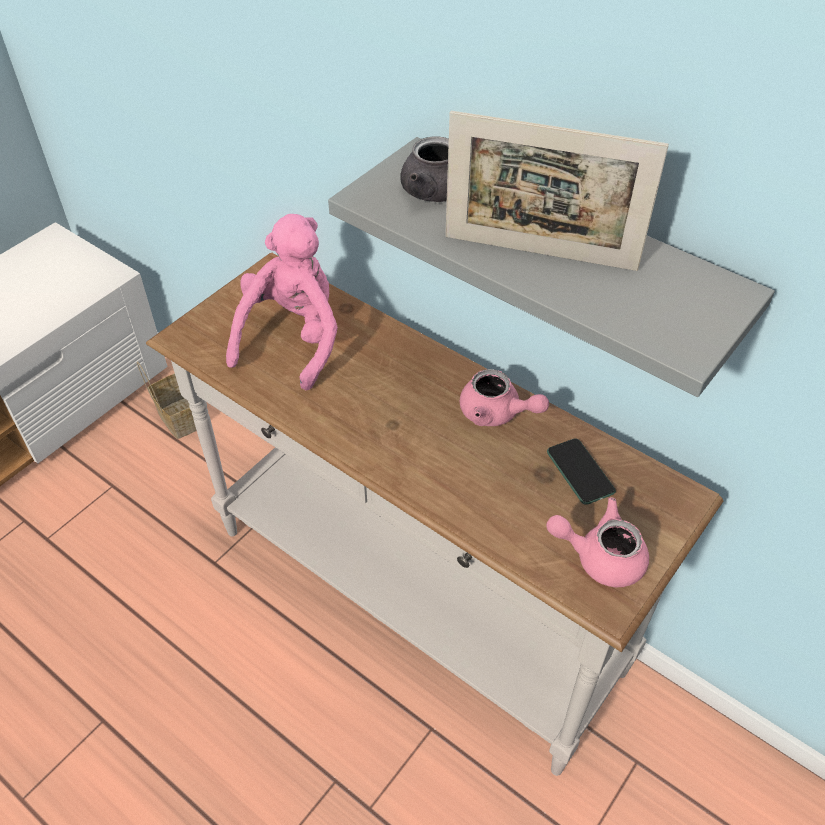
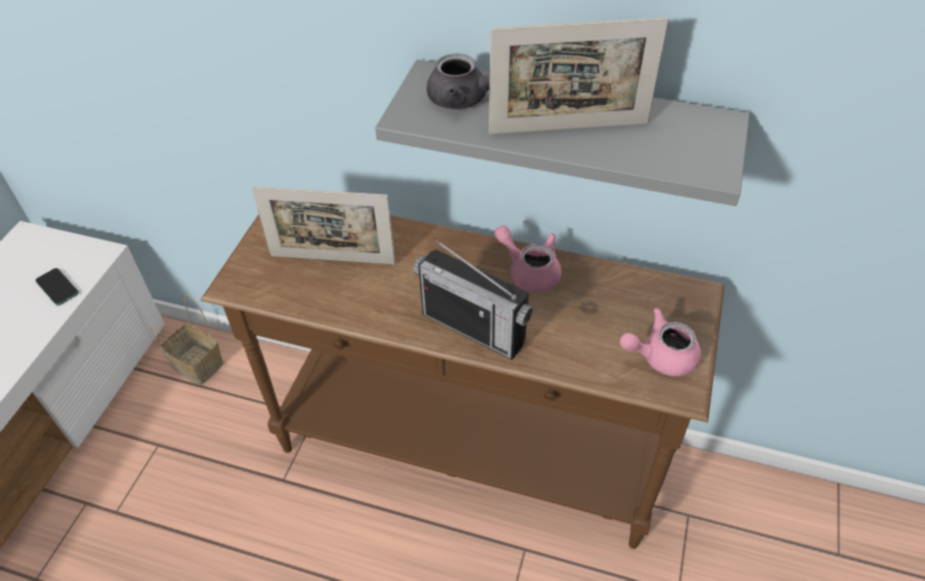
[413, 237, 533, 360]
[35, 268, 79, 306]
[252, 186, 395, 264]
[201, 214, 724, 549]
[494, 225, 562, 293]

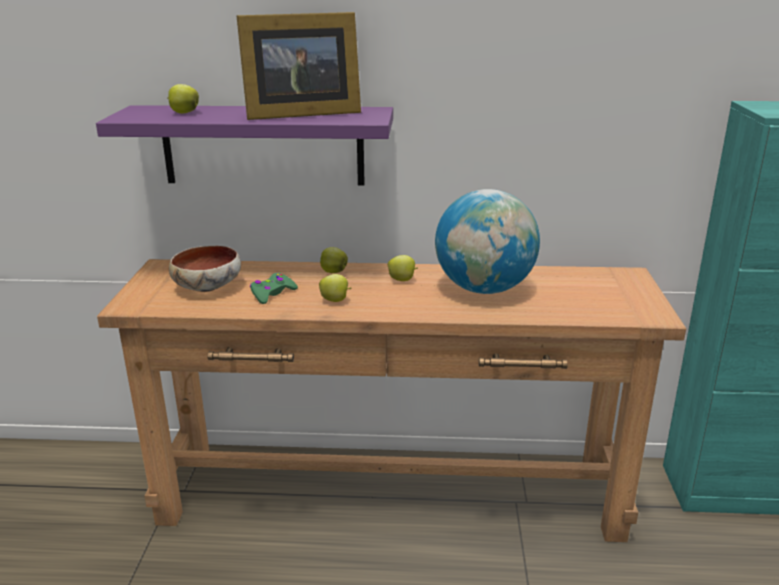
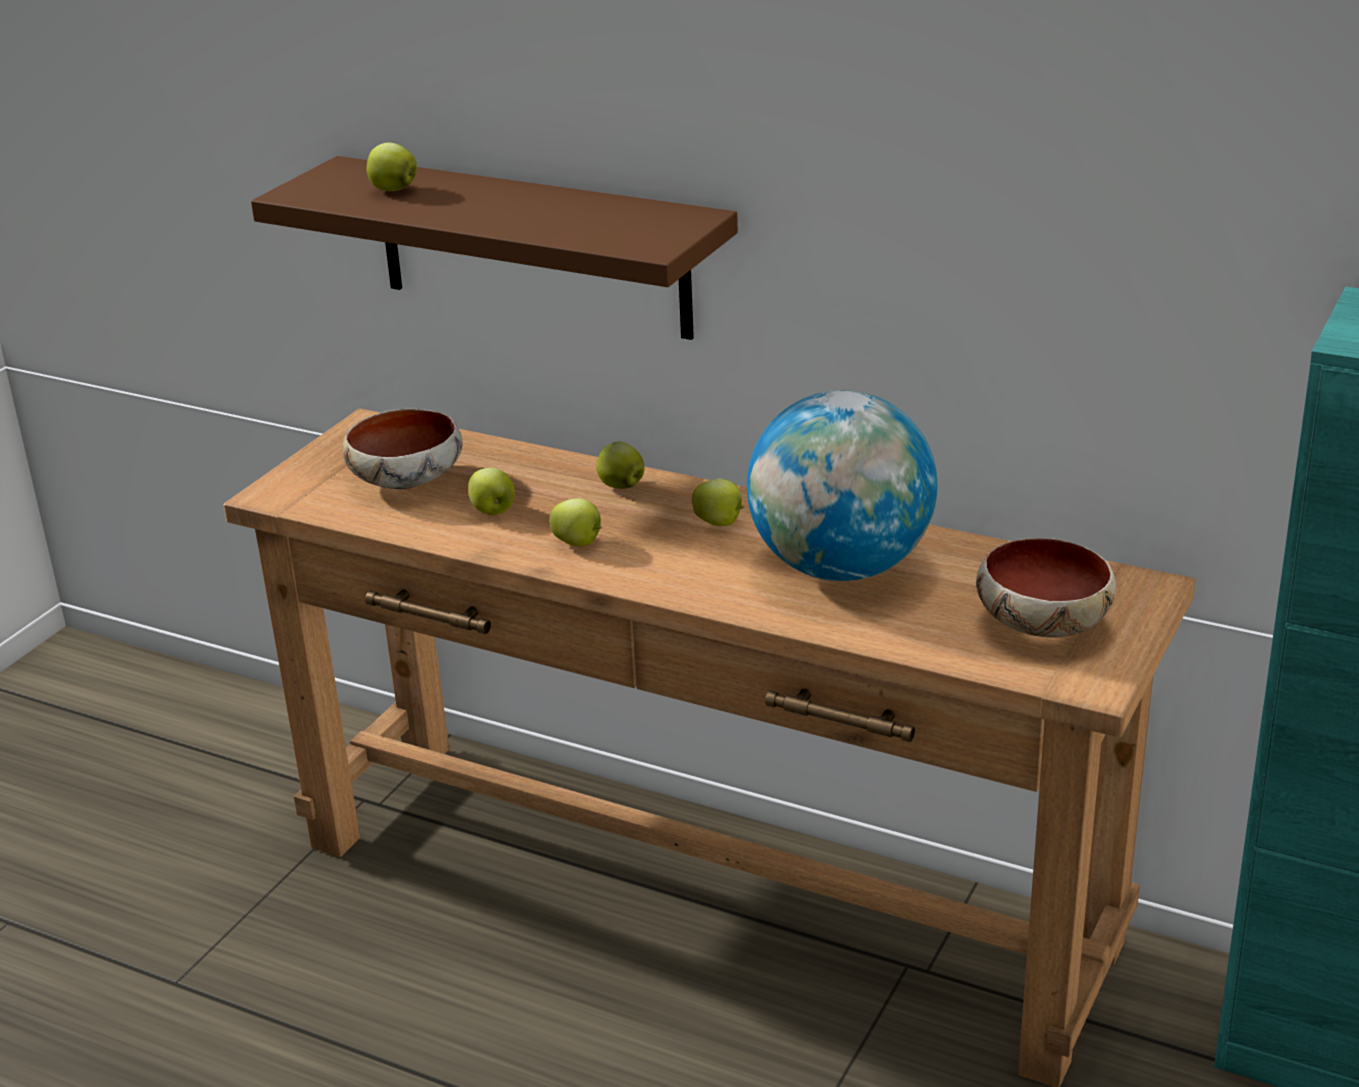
[237, 12, 361, 120] (first image)
[976, 538, 1116, 638]
[468, 468, 515, 515]
[251, 156, 738, 340]

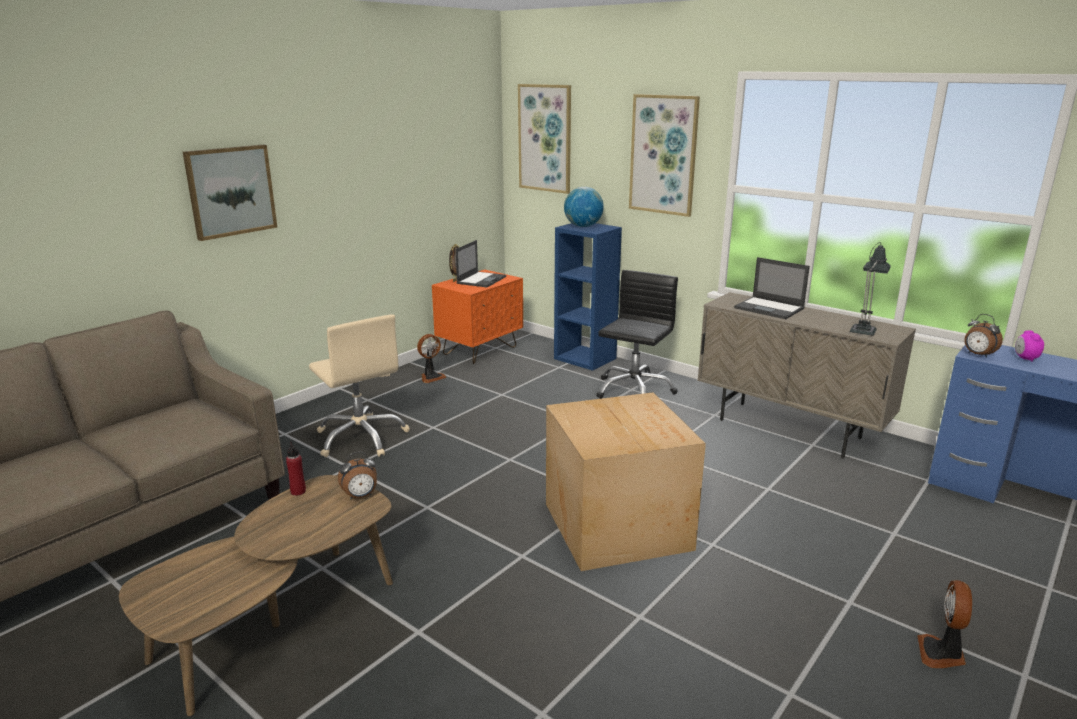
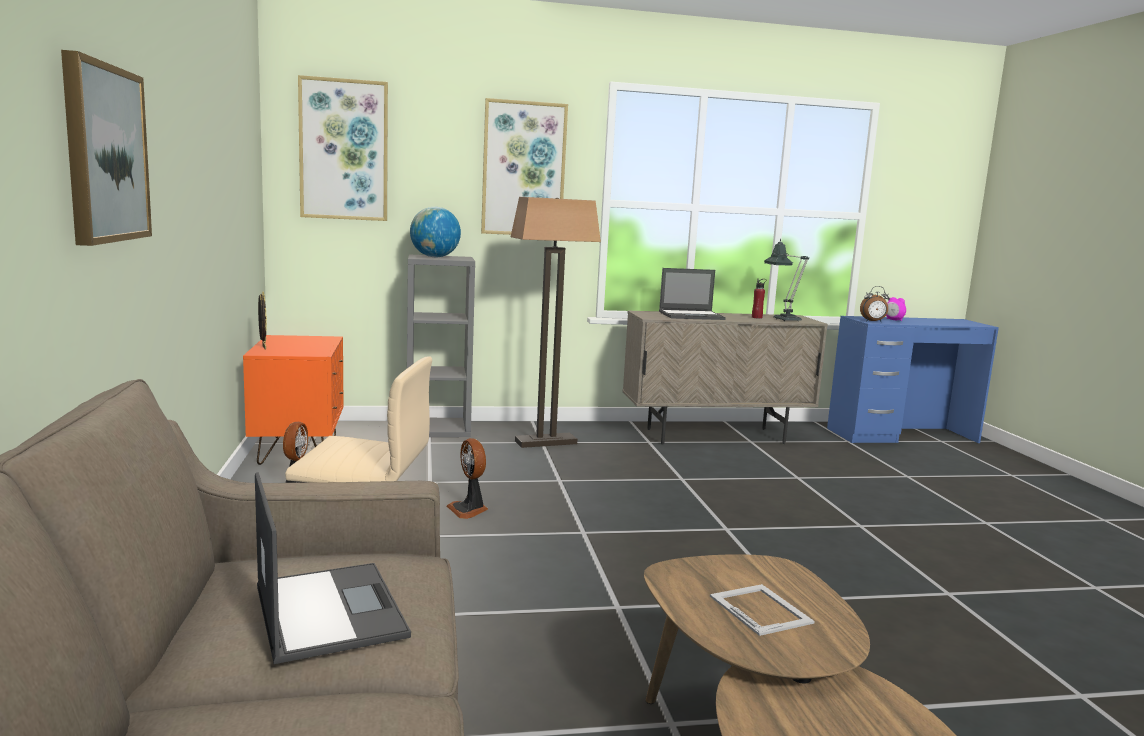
[338, 452, 377, 500] (first image)
[546, 392, 706, 571] (first image)
[710, 584, 815, 636]
[752, 278, 766, 319]
[255, 472, 411, 664]
[447, 438, 488, 519]
[511, 197, 601, 448]
[407, 255, 475, 437]

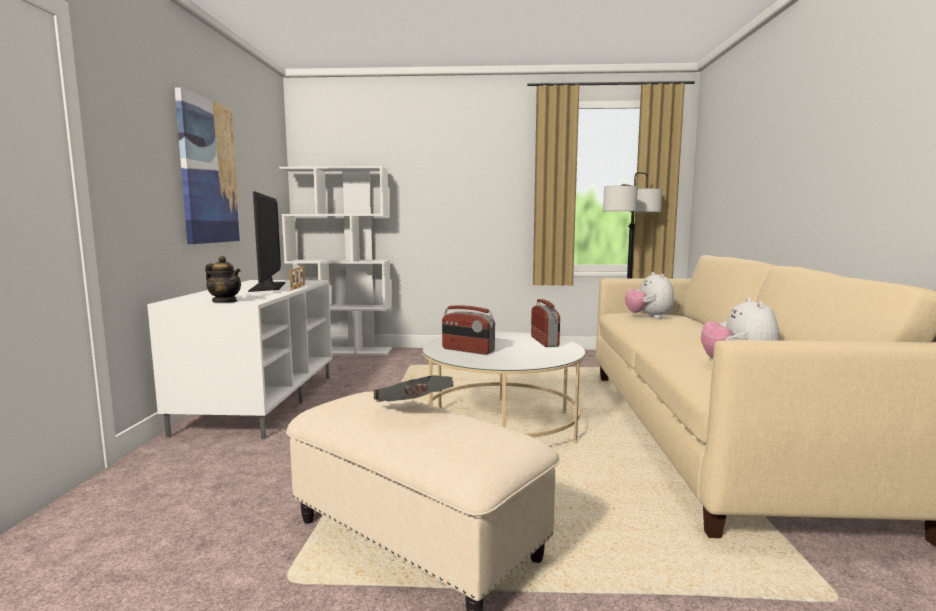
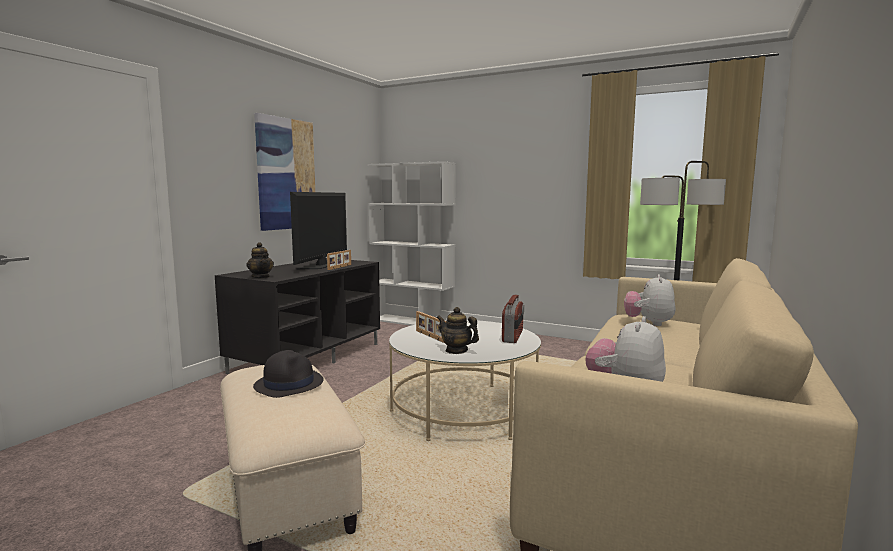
[437, 307, 479, 354]
[253, 350, 324, 398]
[416, 311, 446, 343]
[215, 258, 380, 374]

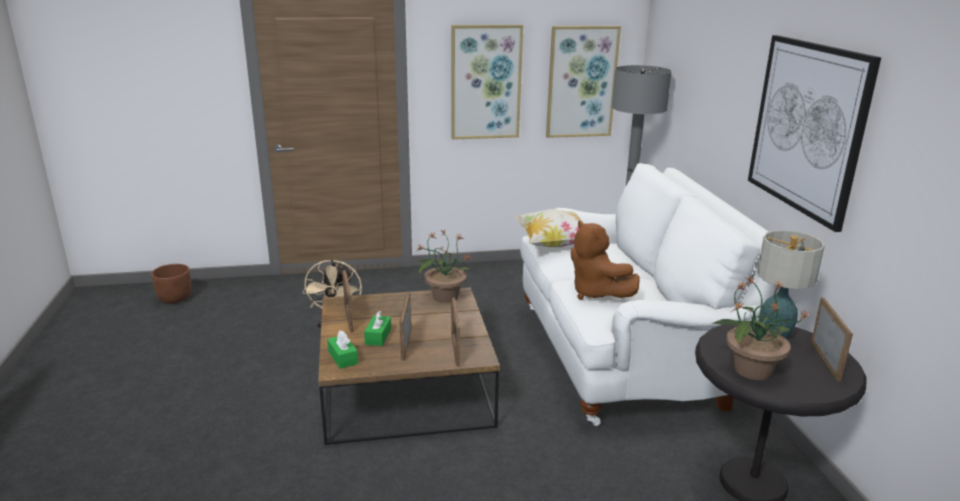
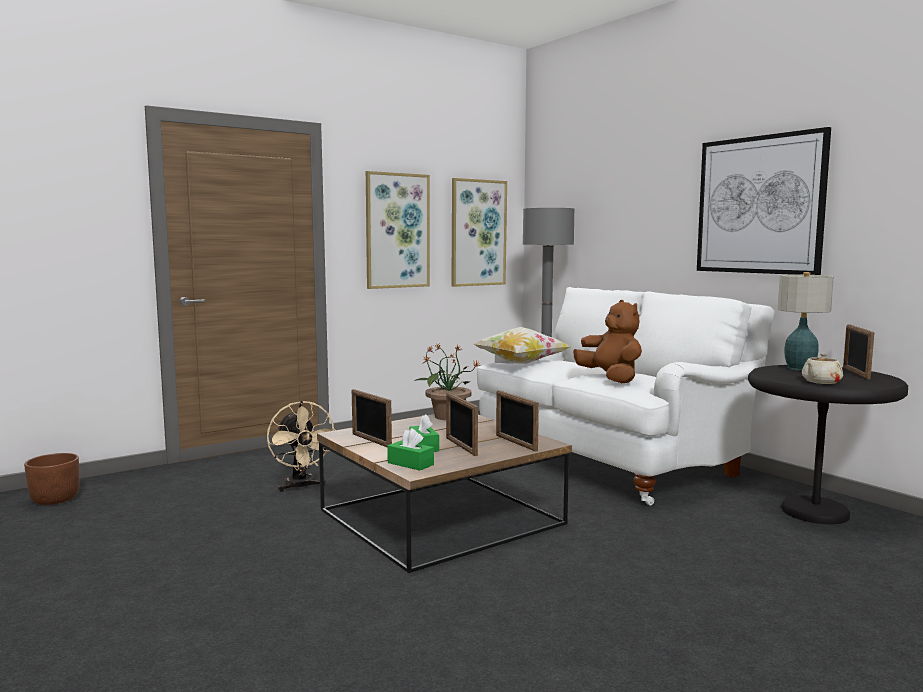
[802, 353, 843, 384]
[573, 300, 642, 383]
[843, 325, 875, 380]

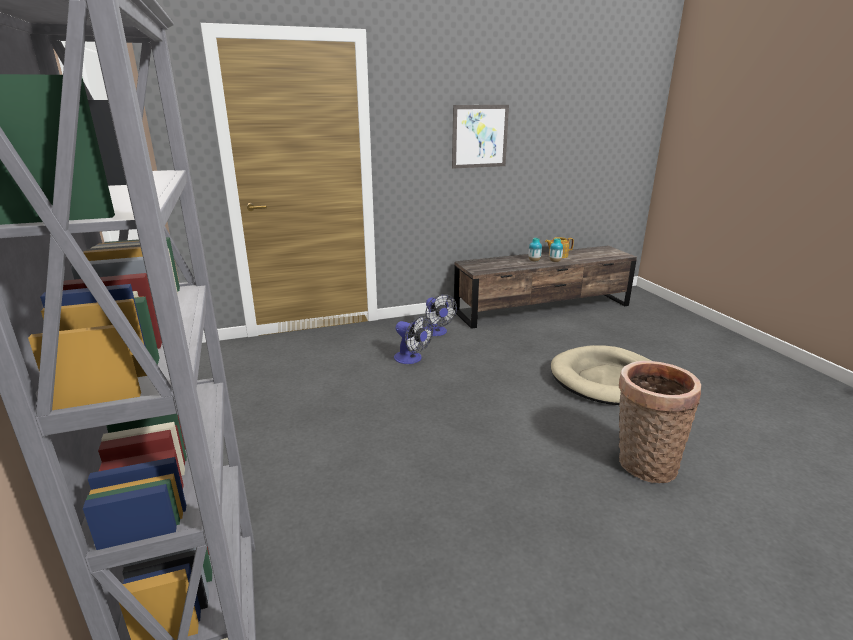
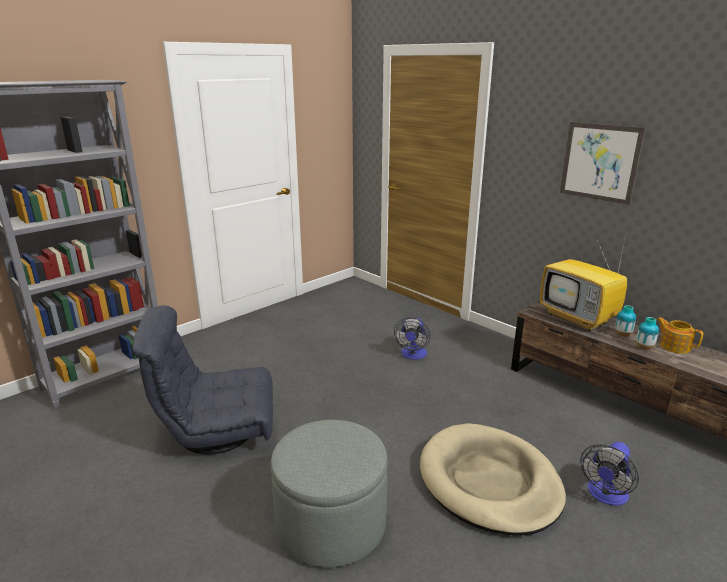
[133, 305, 273, 454]
[540, 235, 627, 331]
[580, 442, 639, 506]
[270, 420, 388, 567]

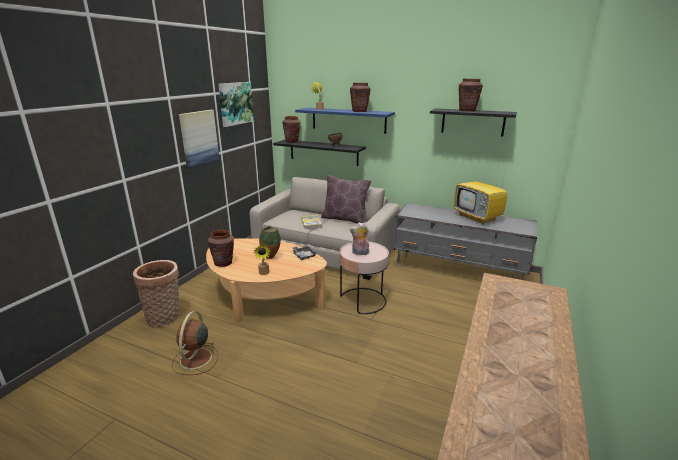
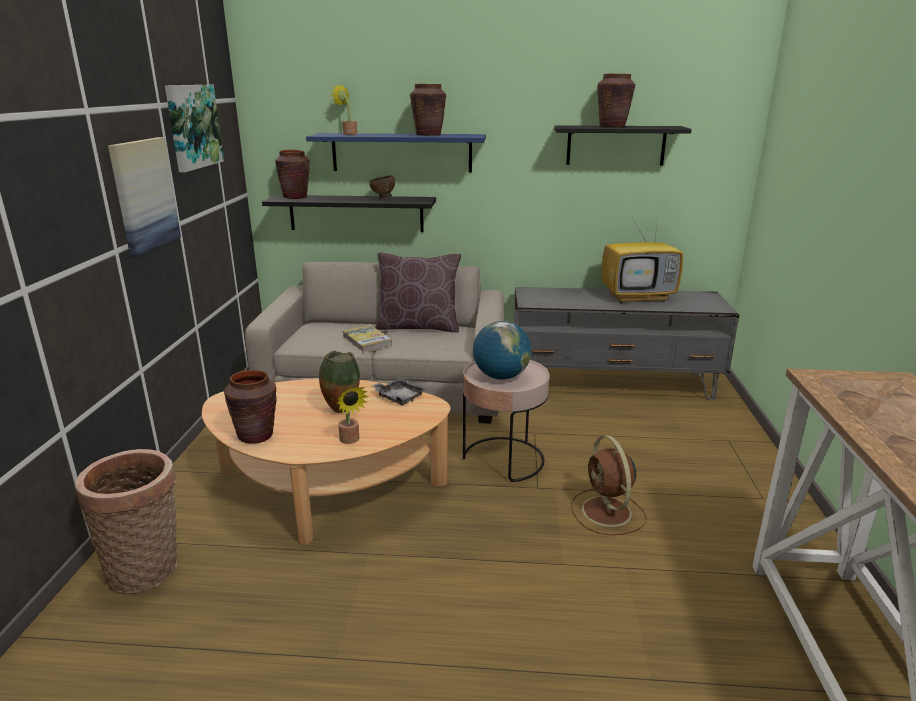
[571, 435, 647, 535]
[473, 321, 532, 380]
[601, 203, 683, 303]

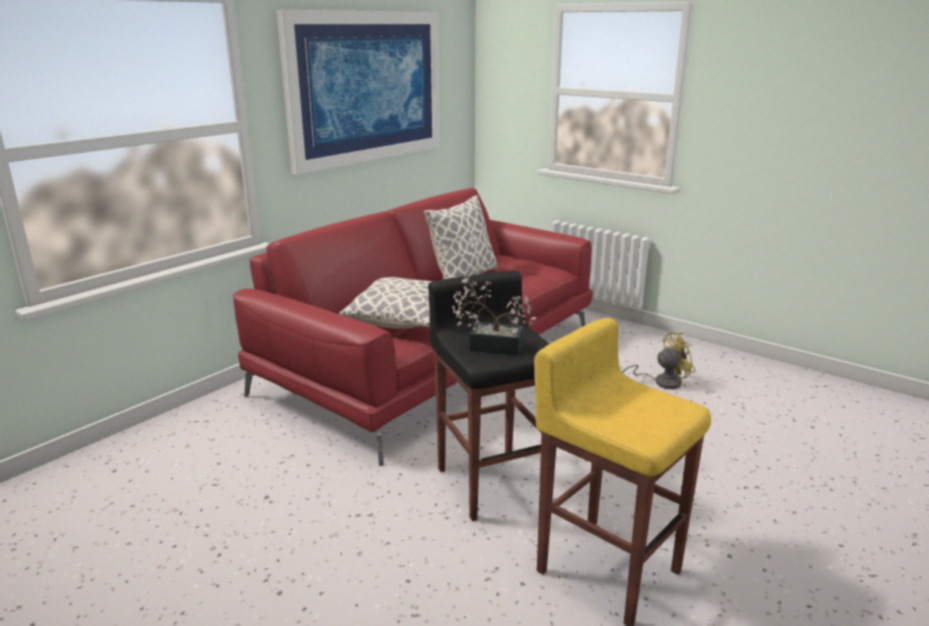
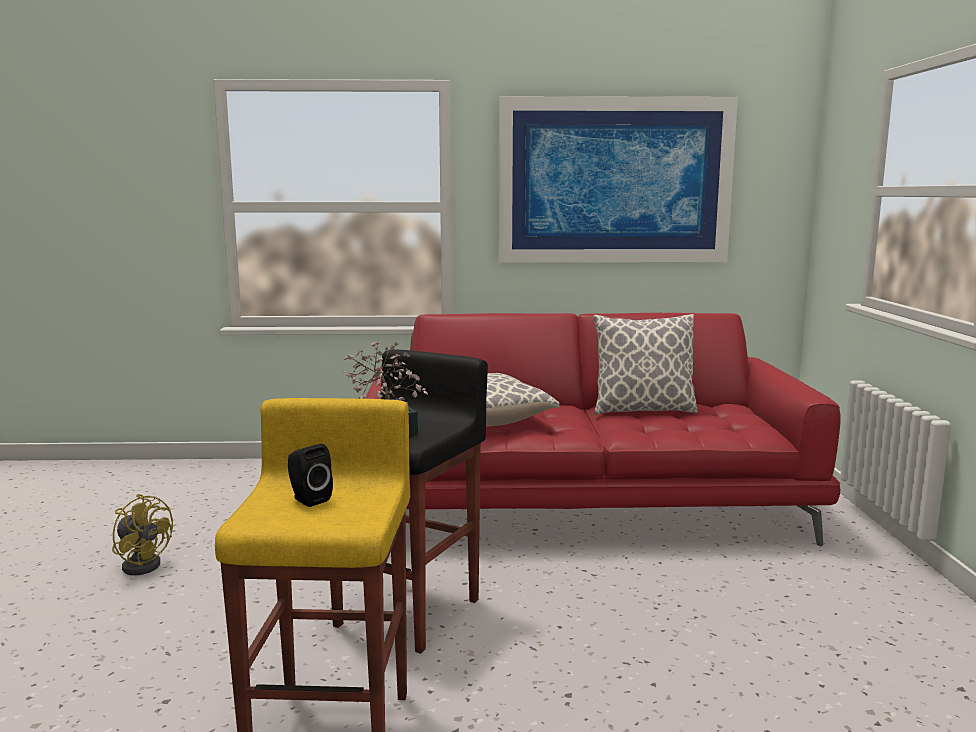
[288, 444, 333, 507]
[112, 494, 173, 575]

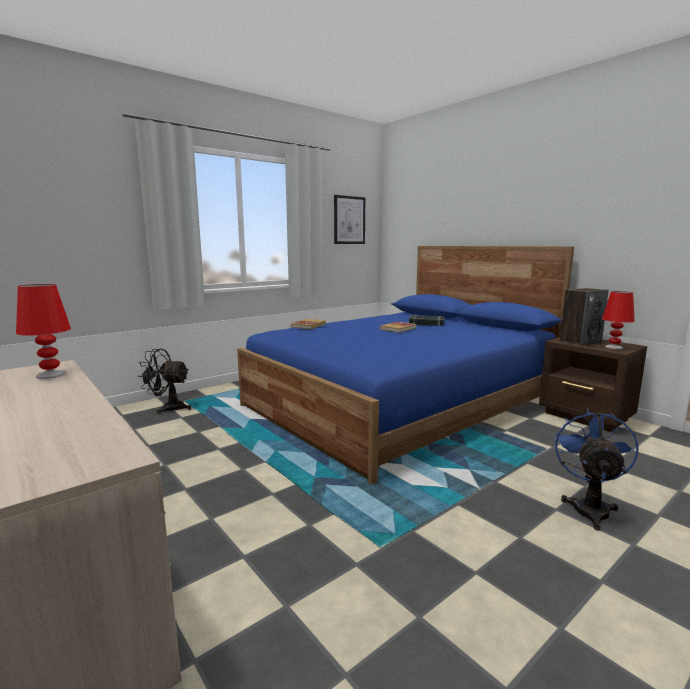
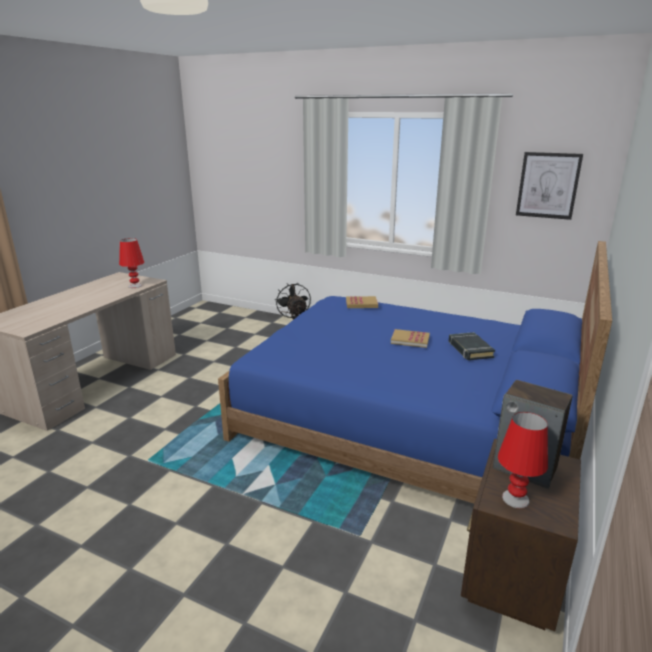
[554, 409, 638, 530] (first image)

